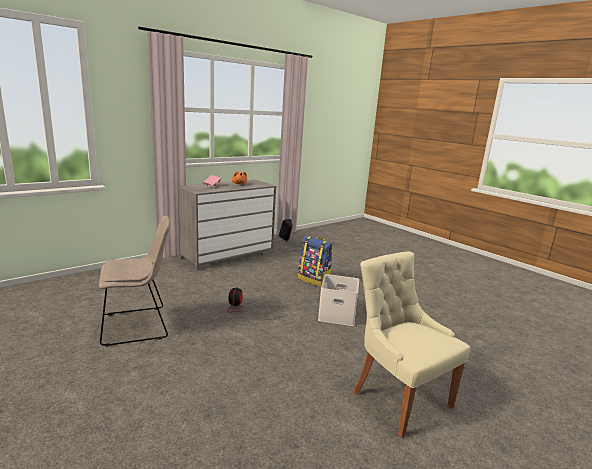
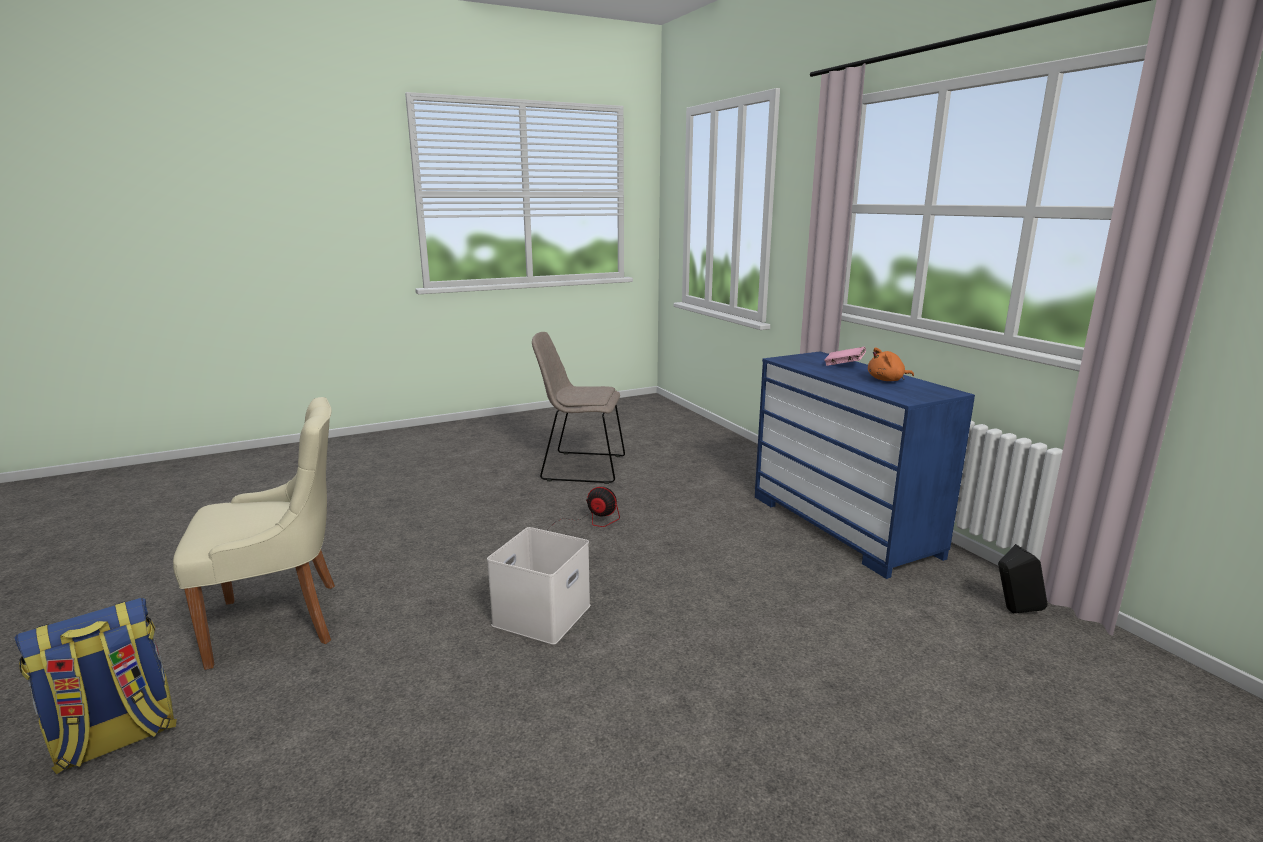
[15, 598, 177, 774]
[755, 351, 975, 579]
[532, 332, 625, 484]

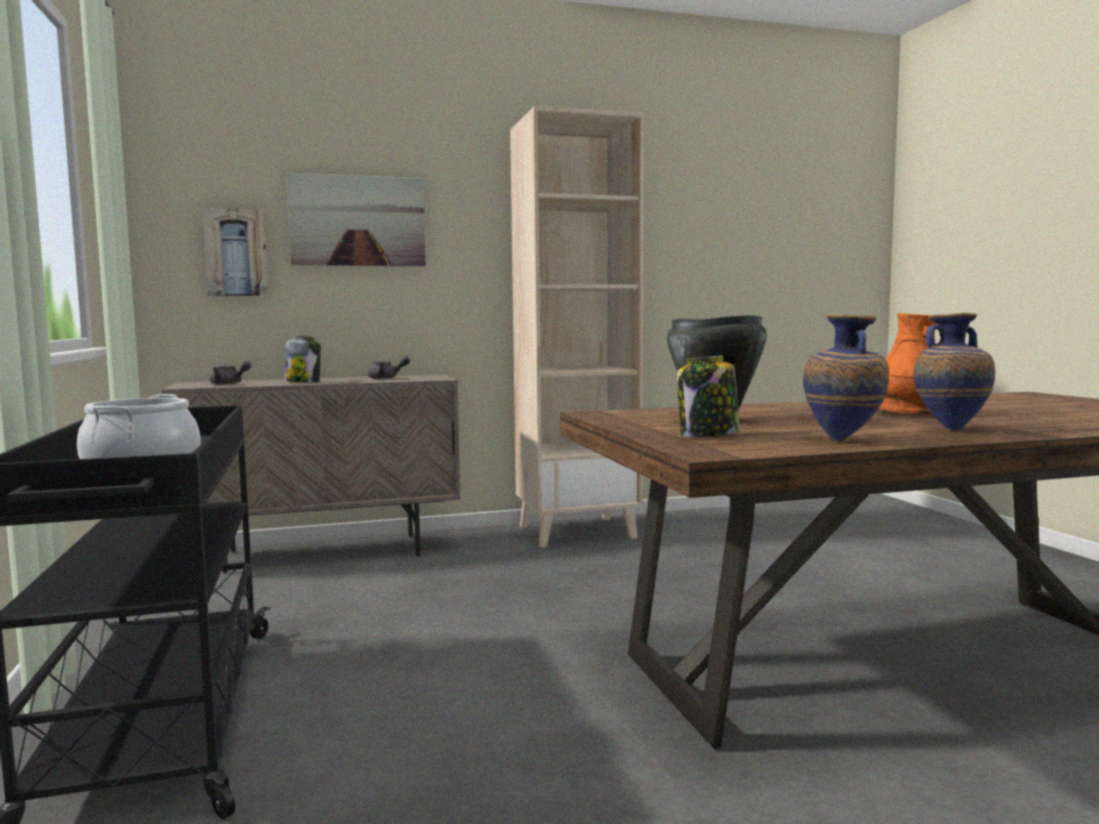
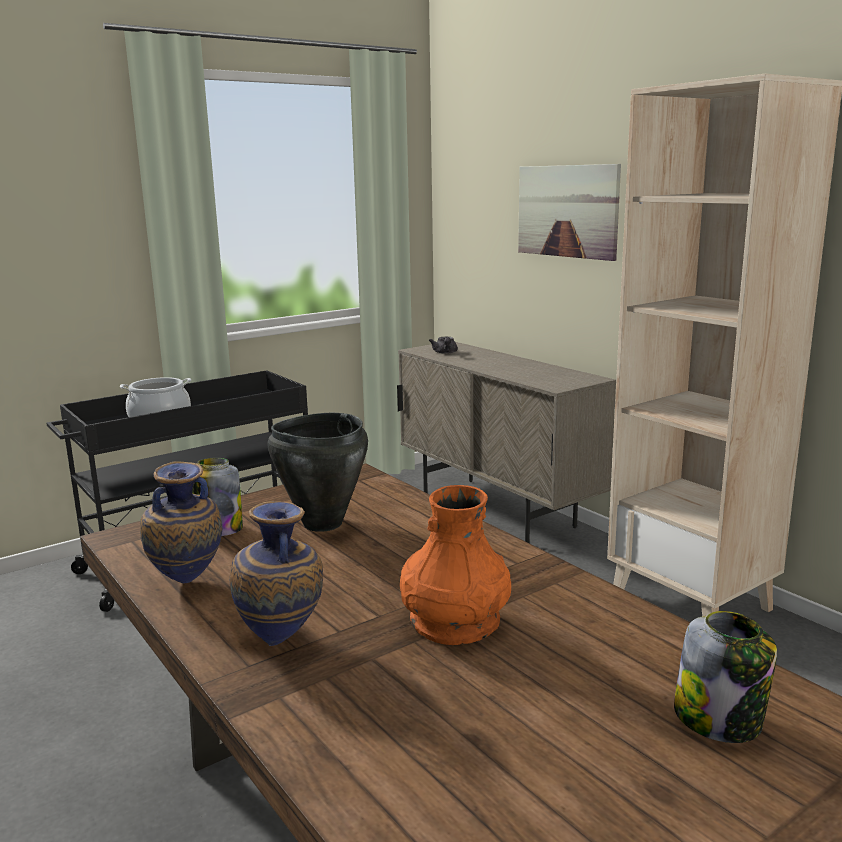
[202, 208, 268, 296] (first image)
[368, 356, 410, 379] (first image)
[674, 611, 777, 743]

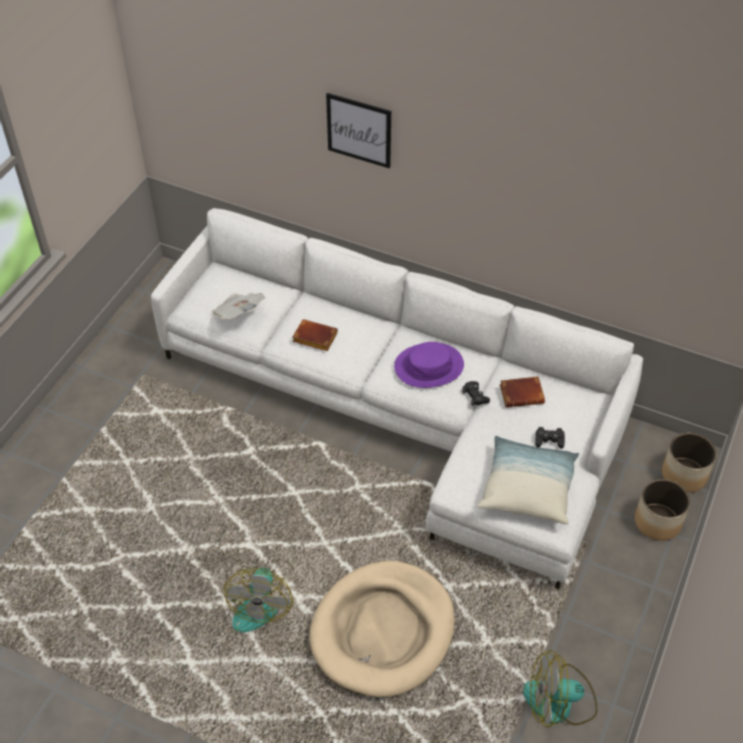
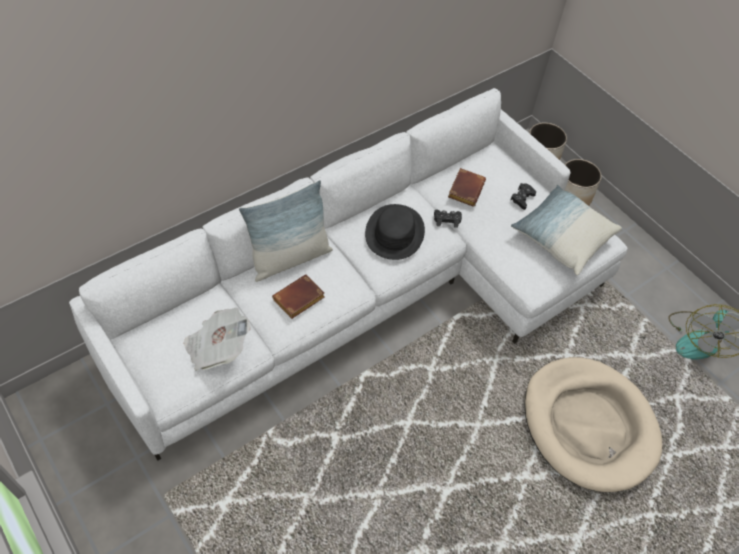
[224, 568, 293, 632] (first image)
[326, 93, 391, 168] (first image)
[239, 180, 333, 282]
[365, 204, 425, 260]

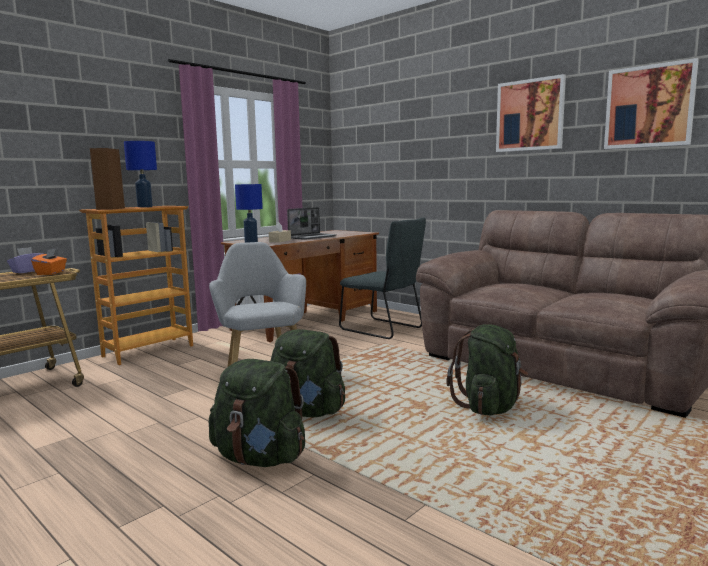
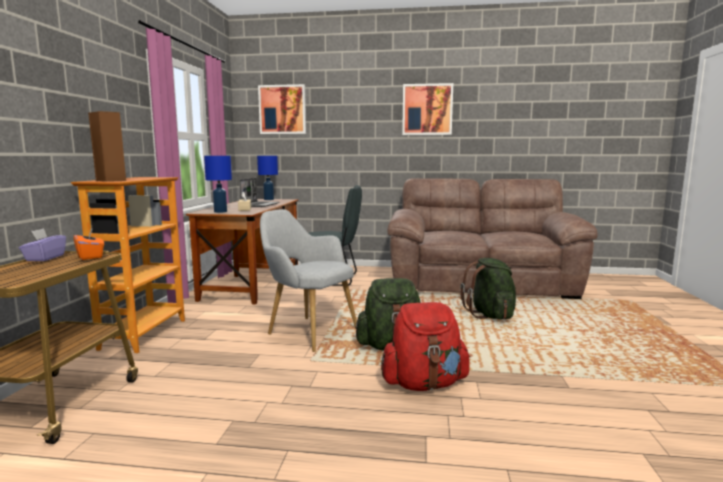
[257, 156, 278, 200]
[258, 84, 306, 134]
[381, 302, 470, 391]

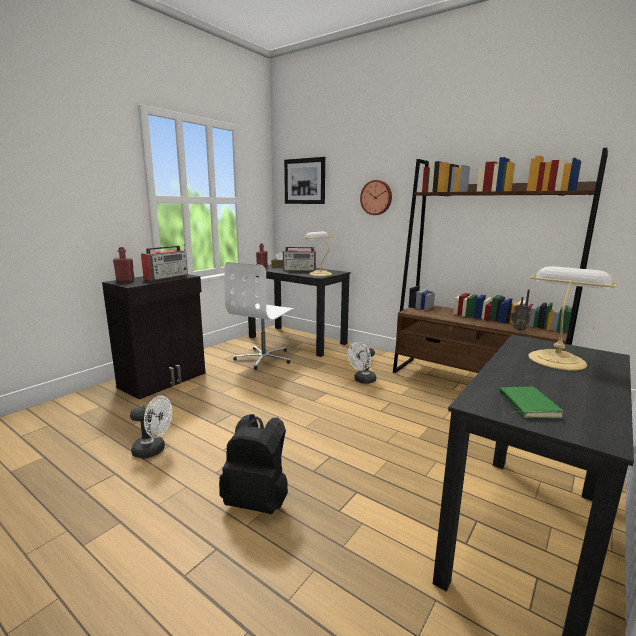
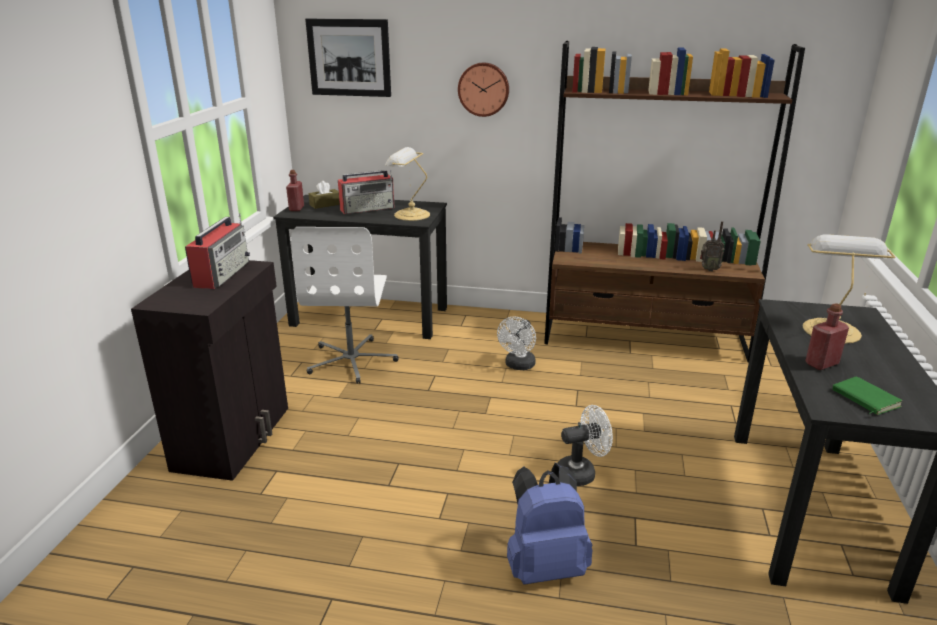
[805, 303, 849, 370]
[557, 405, 613, 486]
[507, 463, 592, 585]

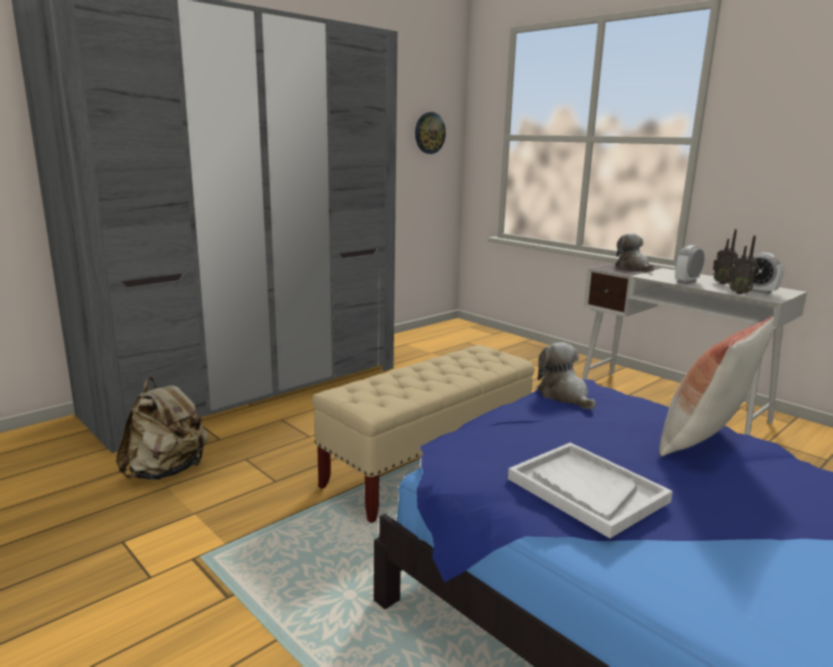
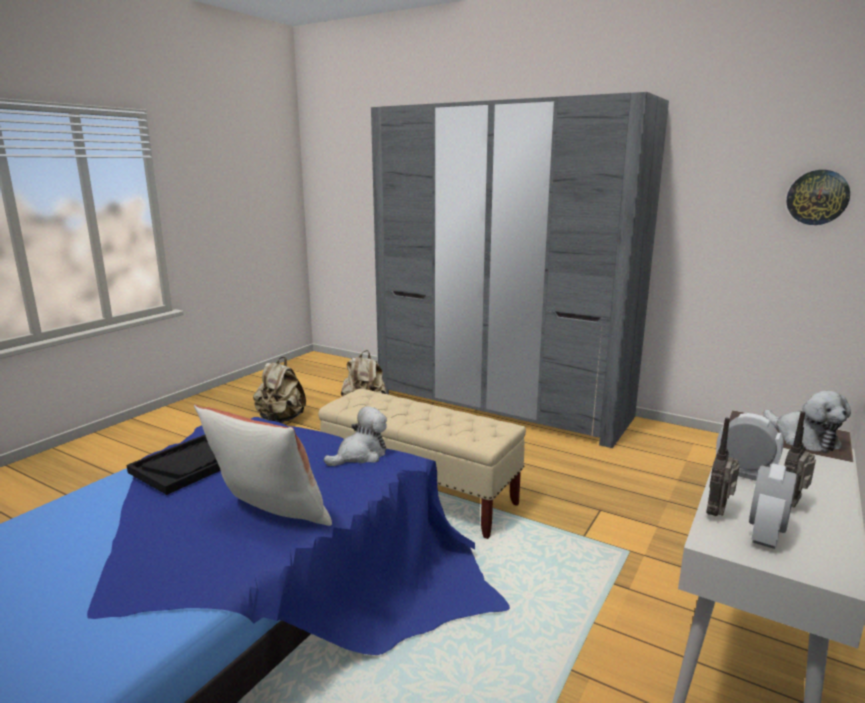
[253, 357, 306, 423]
[126, 435, 221, 495]
[763, 391, 851, 453]

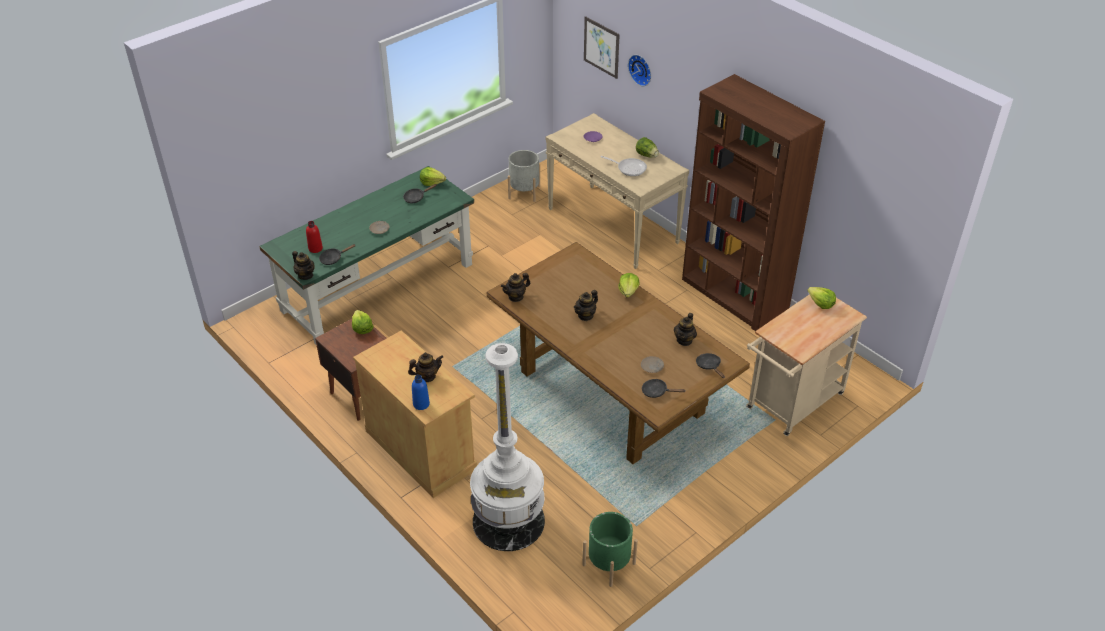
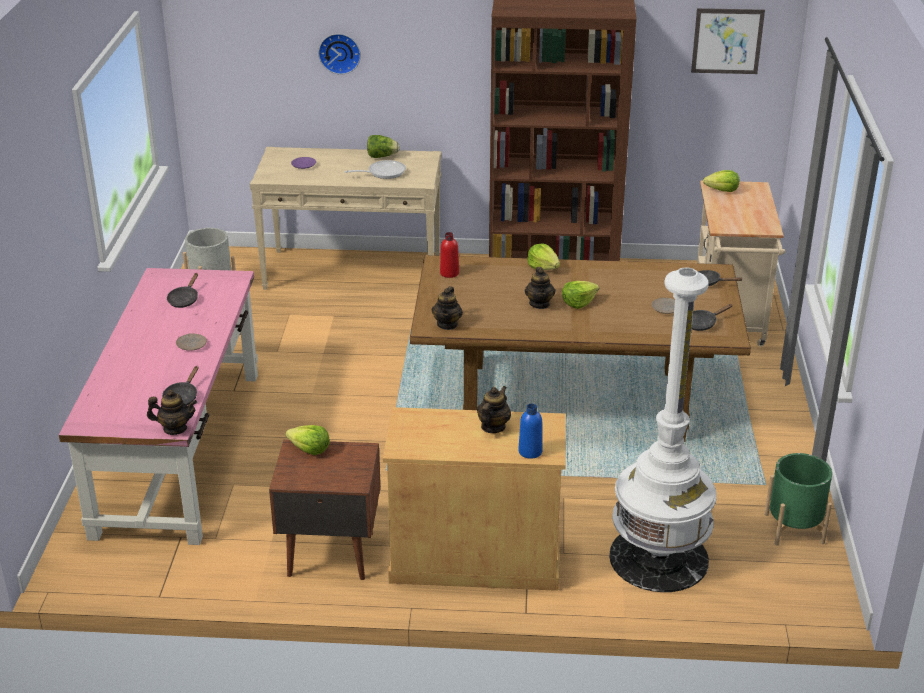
[674, 313, 697, 346] (first image)
[440, 232, 459, 278]
[562, 281, 599, 309]
[691, 8, 765, 74]
[59, 268, 258, 545]

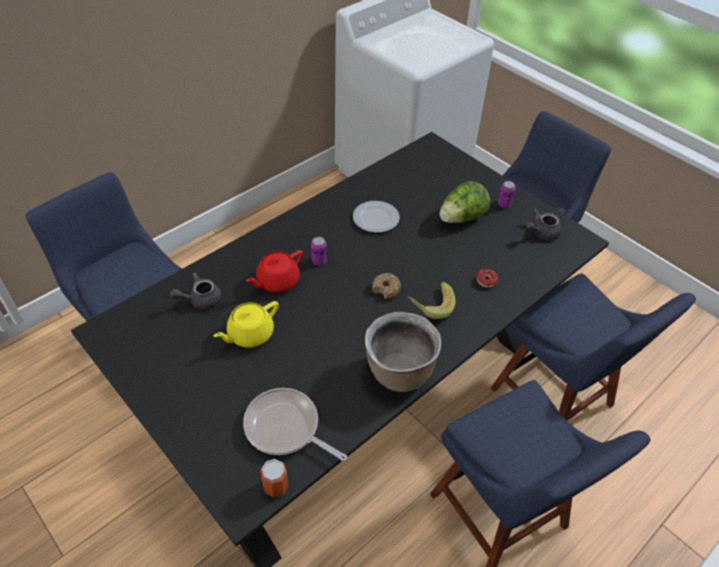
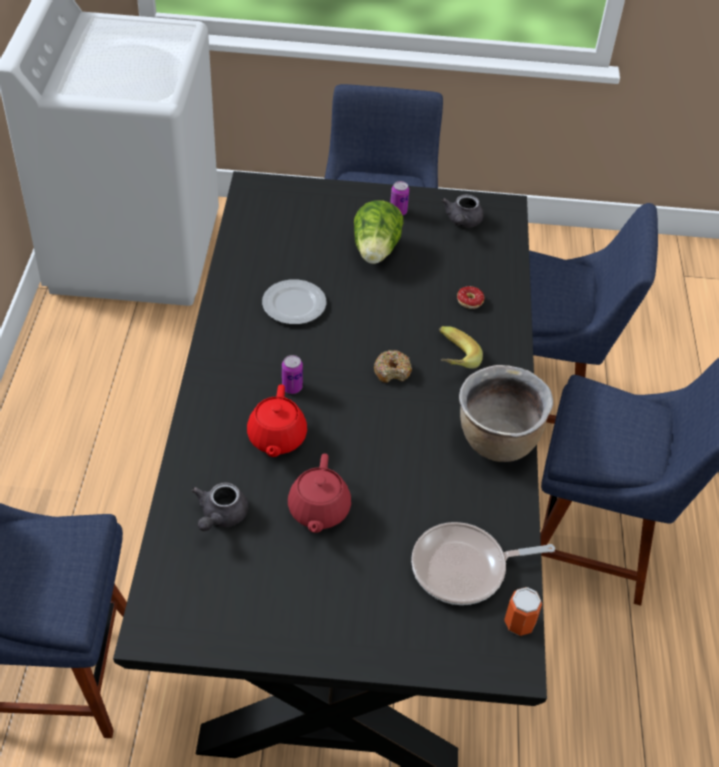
[288, 453, 351, 533]

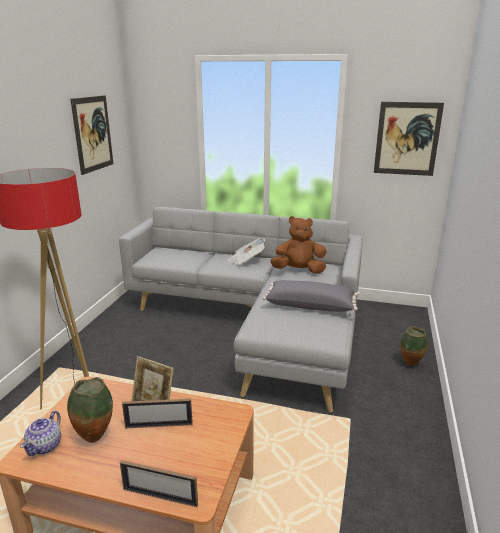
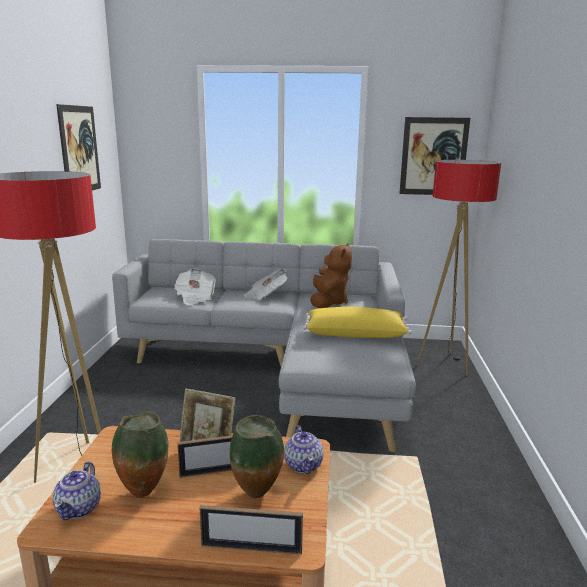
[174, 268, 216, 305]
[284, 425, 324, 474]
[417, 160, 501, 375]
[230, 415, 284, 498]
[302, 307, 412, 338]
[310, 243, 352, 308]

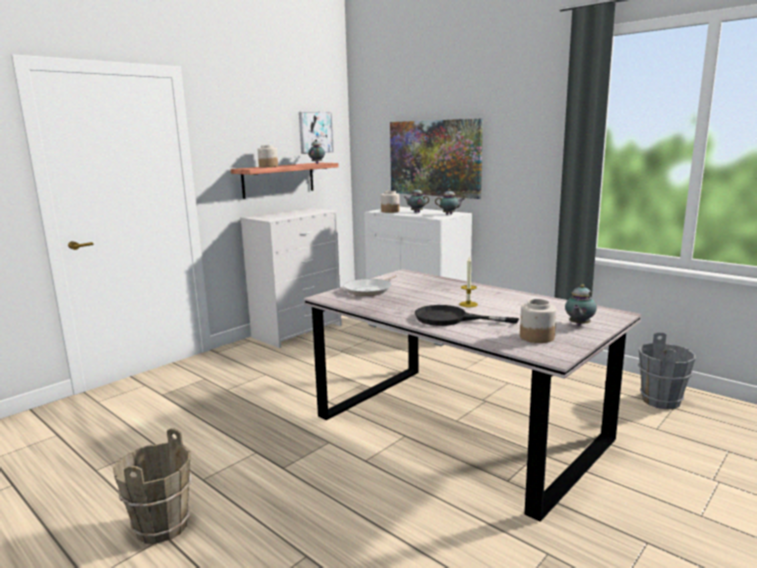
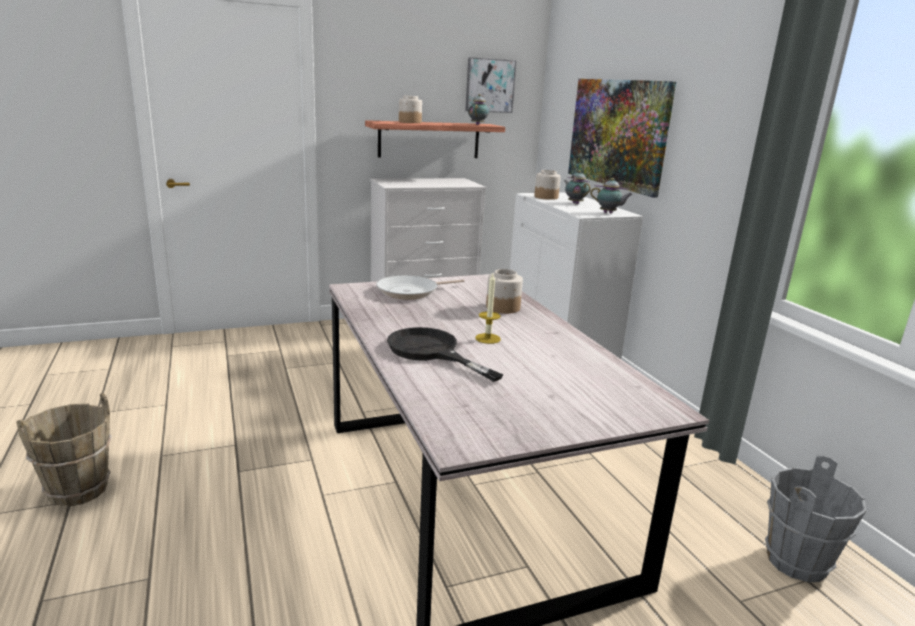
[565, 284, 597, 326] (first image)
[486, 269, 523, 314]

